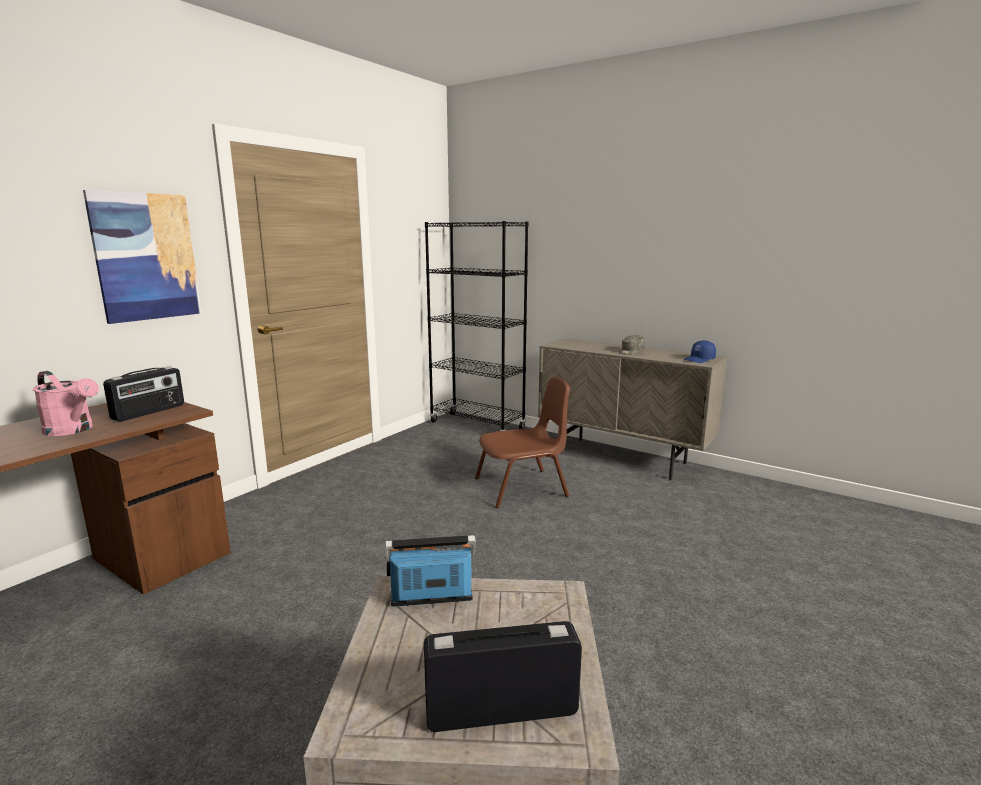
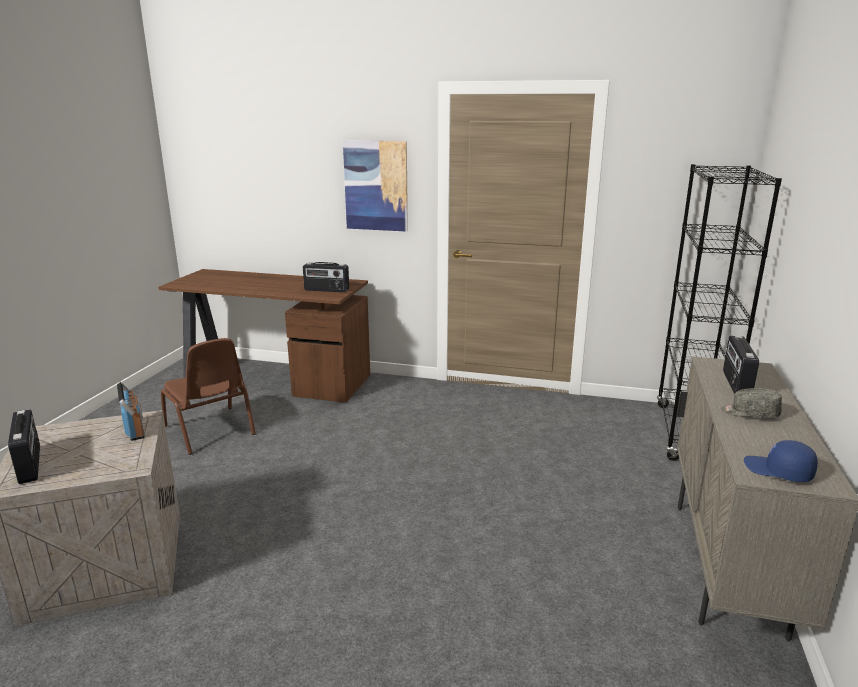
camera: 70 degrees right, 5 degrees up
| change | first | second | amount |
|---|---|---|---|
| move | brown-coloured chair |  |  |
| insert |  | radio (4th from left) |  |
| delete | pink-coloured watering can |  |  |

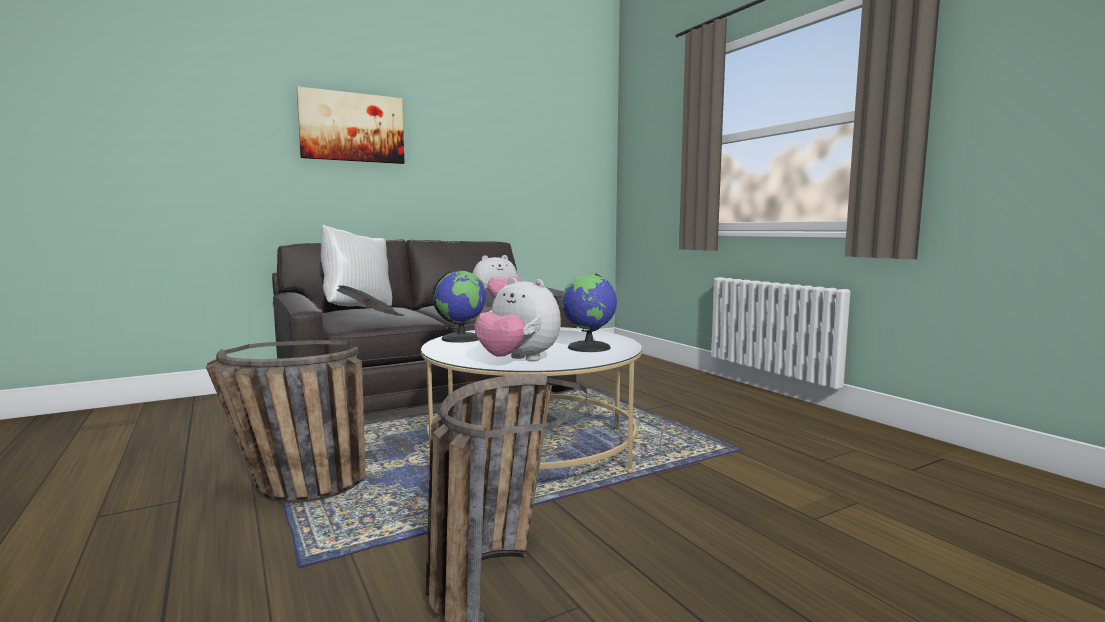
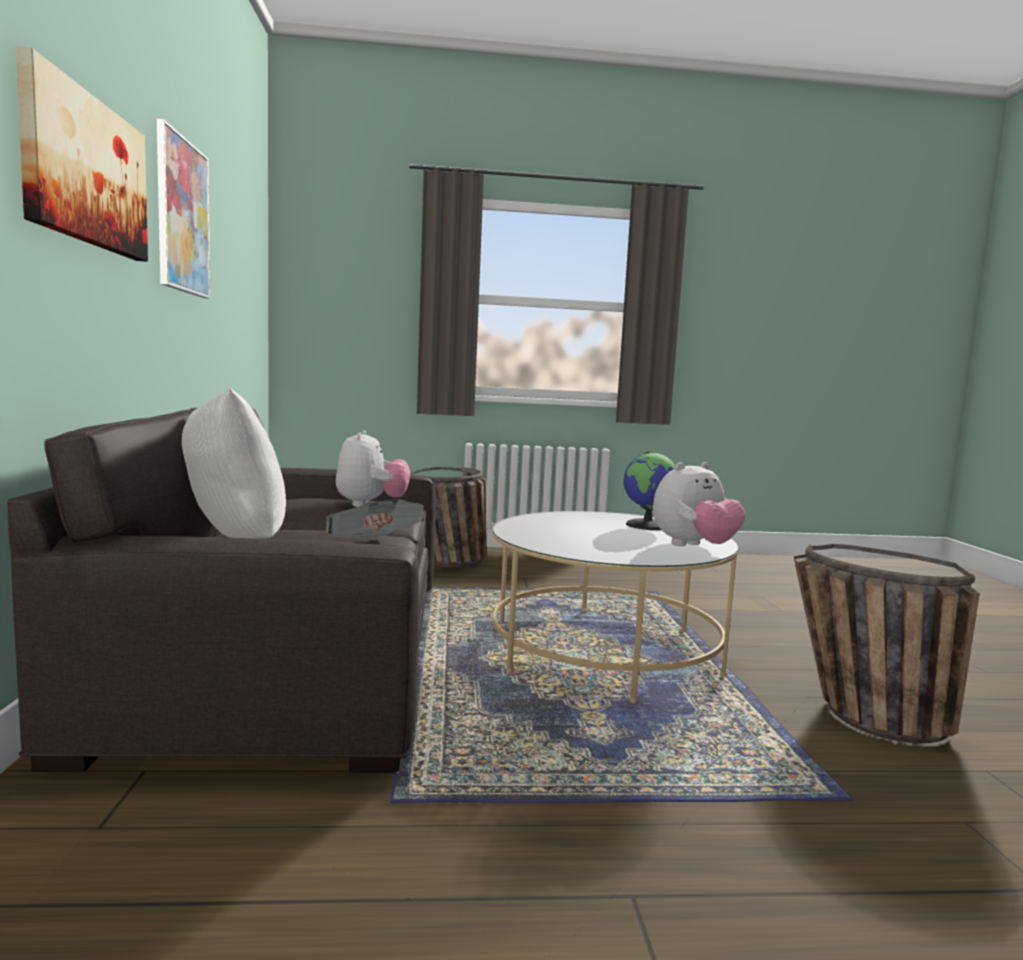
camera: 65 degrees left, 0 degrees up
| change | first | second | amount |
|---|---|---|---|
| insert |  | wall picture (2nd from left) |  |
| move | household basket (1st from left) |  |  |
| delete | globe (1st from left) |  |  |

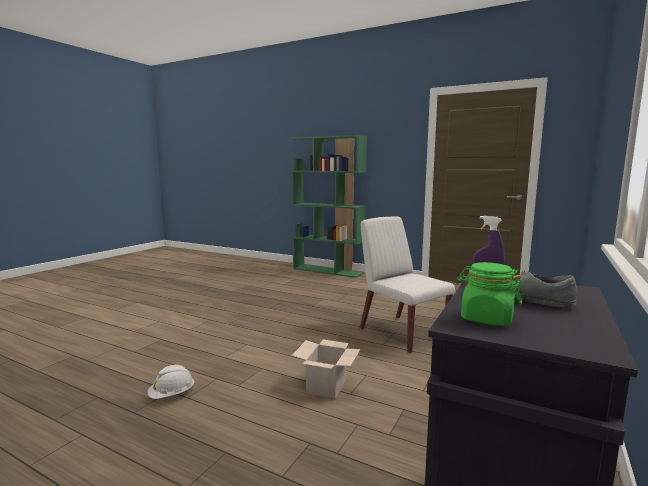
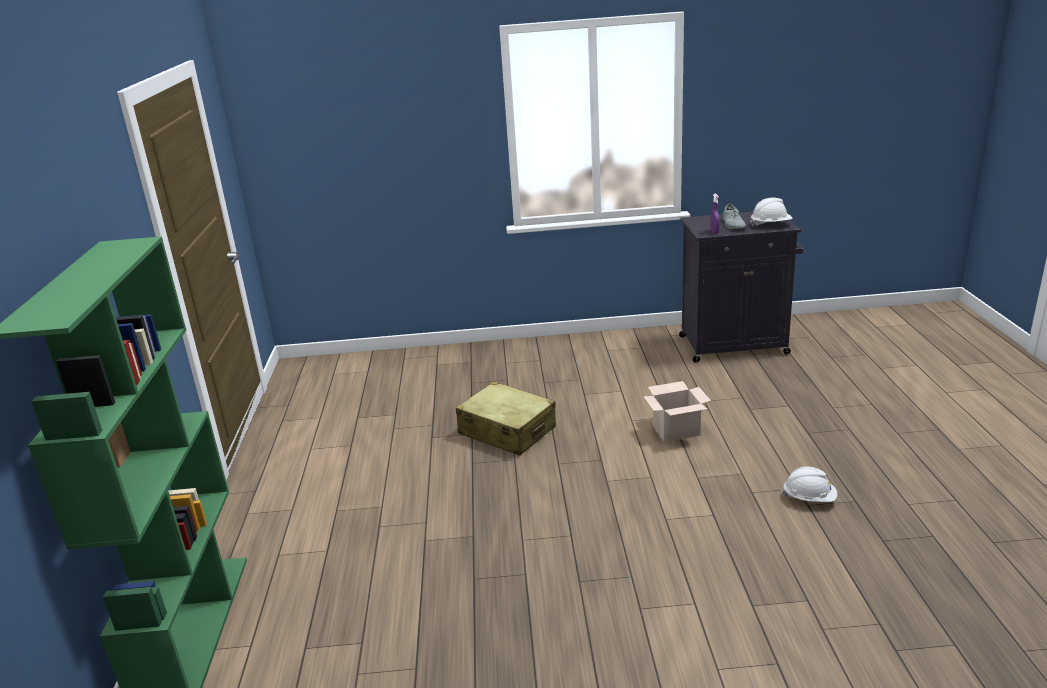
camera: 120 degrees left, 15 degrees up
| change | first | second | amount |
|---|---|---|---|
| replace | whitish chair | sand-coloured travel case |  |
| replace | green storage jar | whitish hard hat (1st from left) |  |

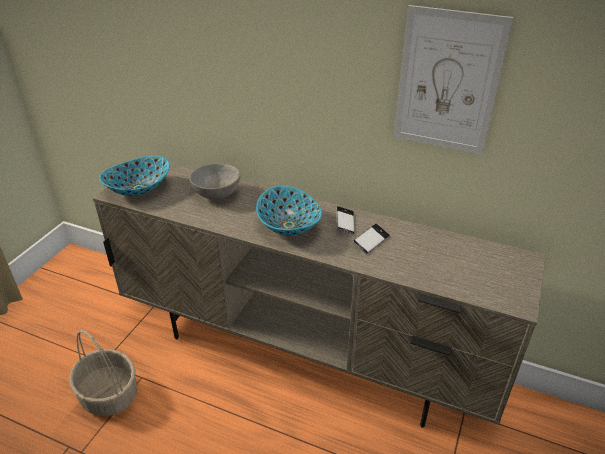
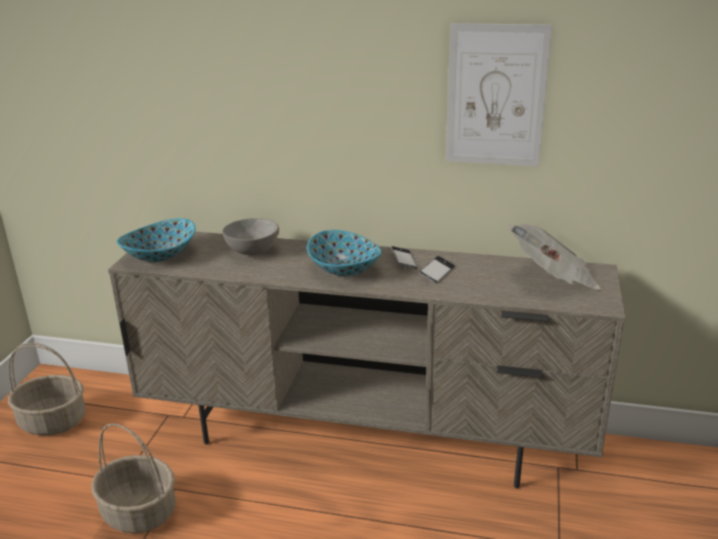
camera: 10 degrees left, 10 degrees down
| change | first | second | amount |
|---|---|---|---|
| insert |  | household basket (1st from left) |  |
| insert |  | daily paper |  |

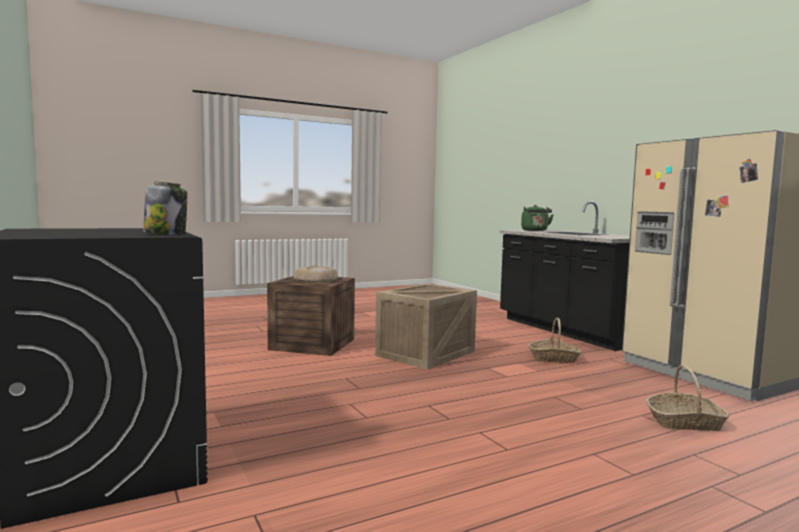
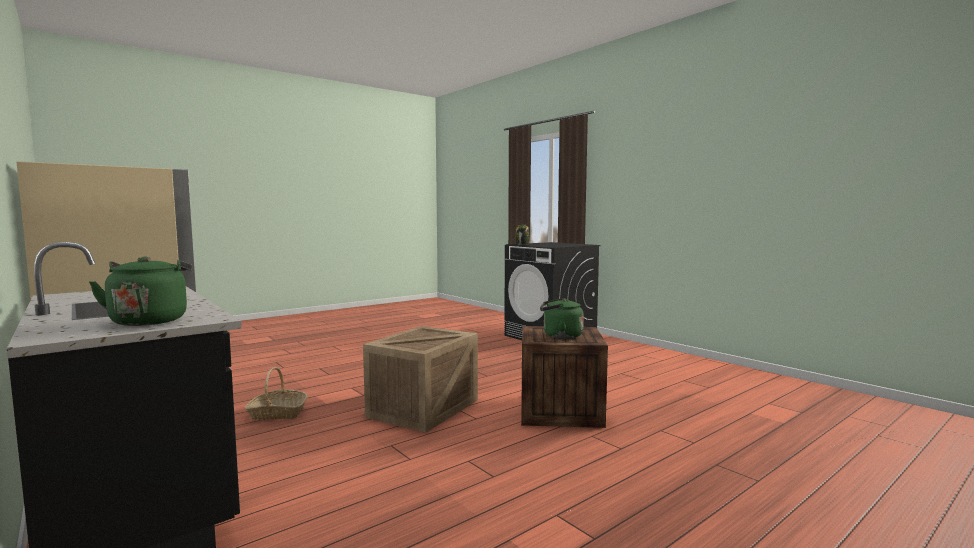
camera: 170 degrees right, 0 degrees up
| change | first | second | amount |
|---|---|---|---|
| replace | bread | green kettle (2nd from left) |  |
| delete | household basket (2nd from left) |  |  |

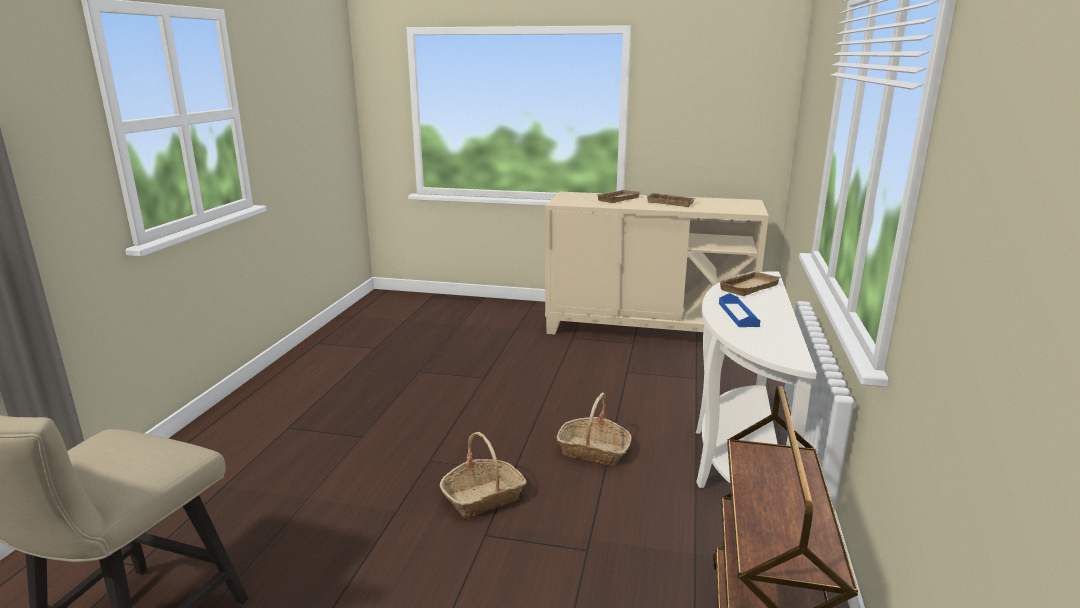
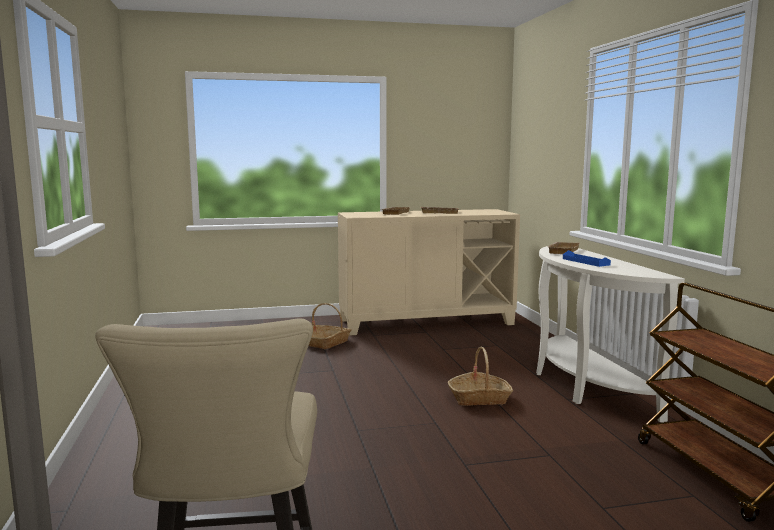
camera: 25 degrees left, 10 degrees down
| change | first | second | amount |
|---|---|---|---|
| move | household basket (1st from left) |  |  |

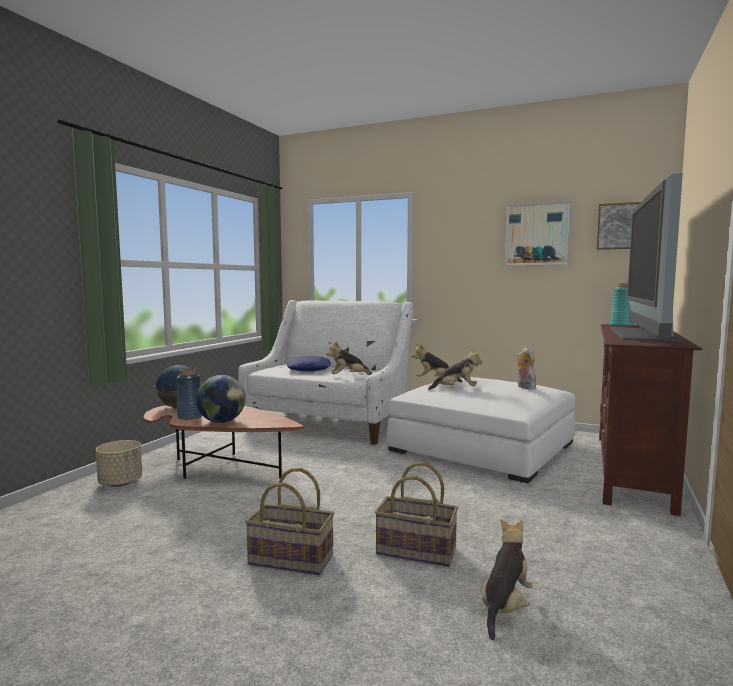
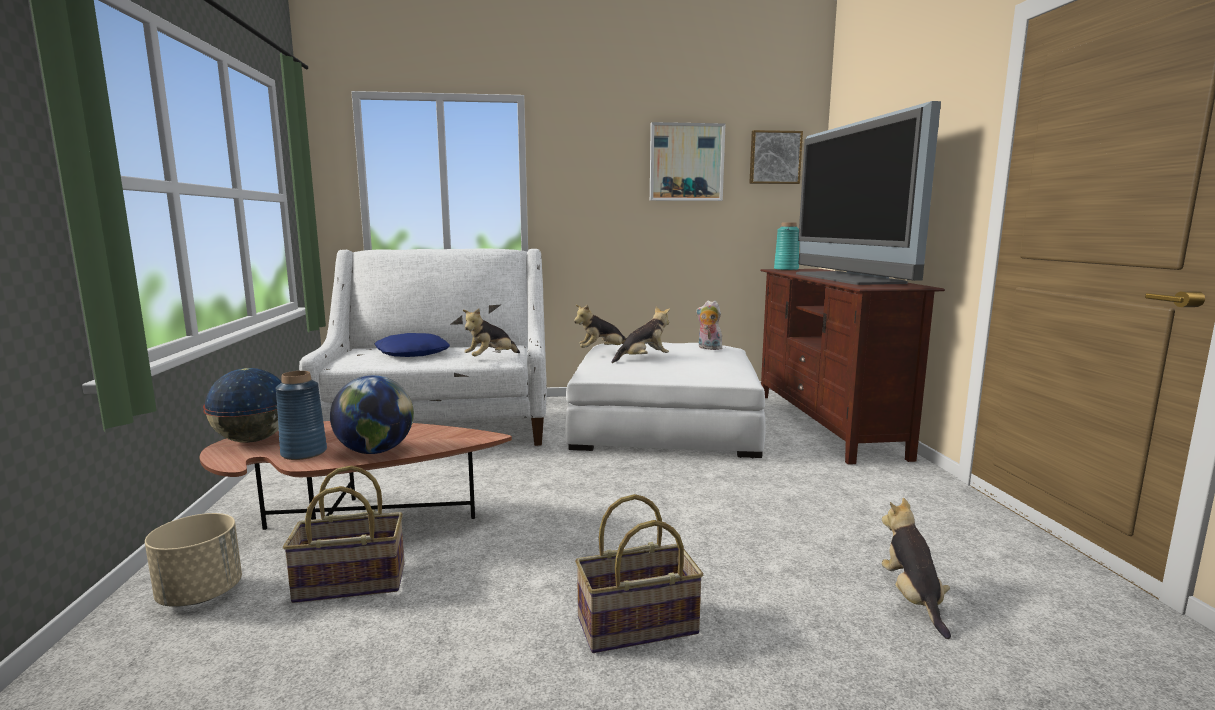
camera: 30 degrees left, 5 degrees up
| change | first | second | amount |
|---|---|---|---|
| move | household basket (2nd from left in the first image) | household basket (1st from left) |  |

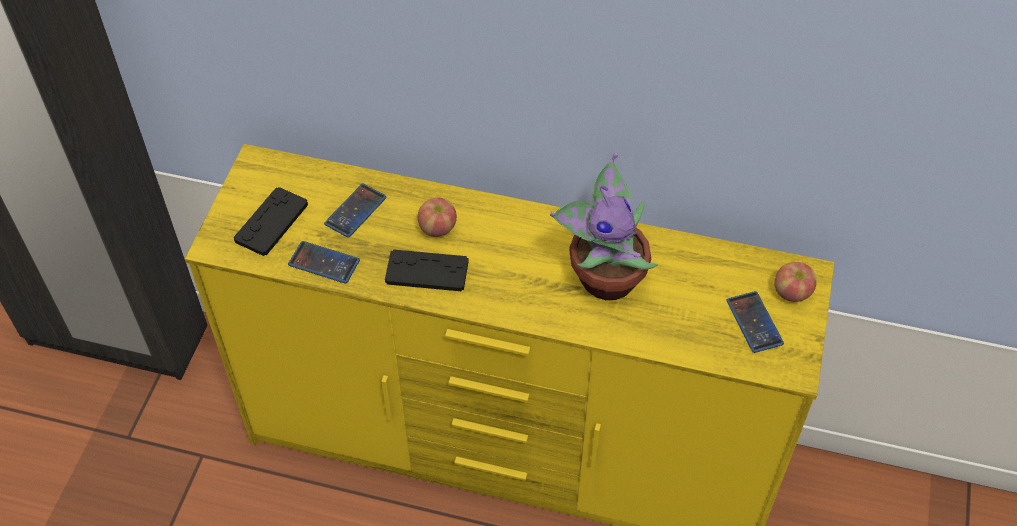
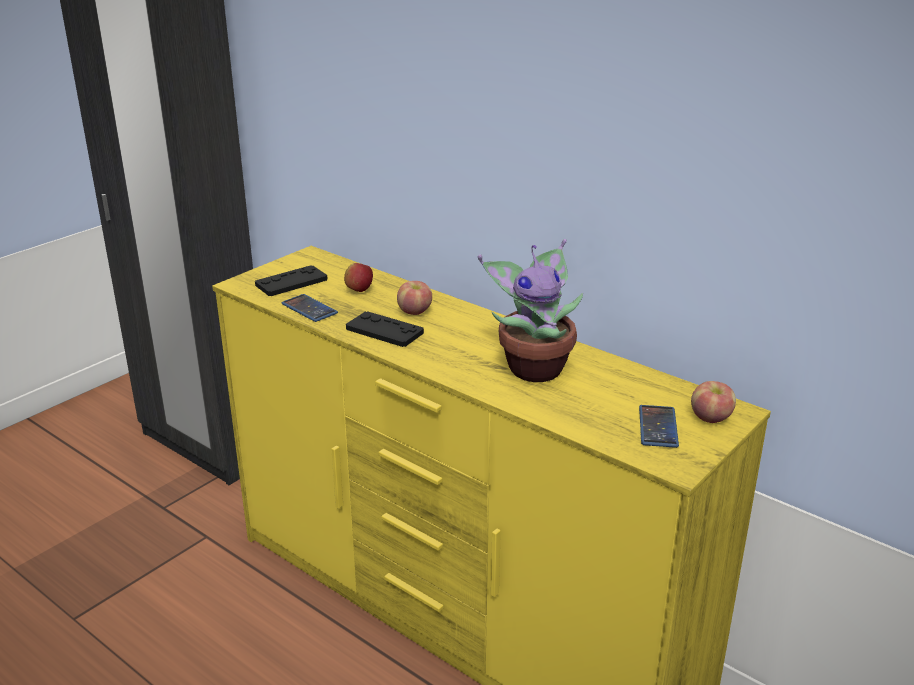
camera: 25 degrees right, 25 degrees down
| change | first | second | amount |
|---|---|---|---|
| replace | telephone (2nd from left) | apple (1st from left) |  |

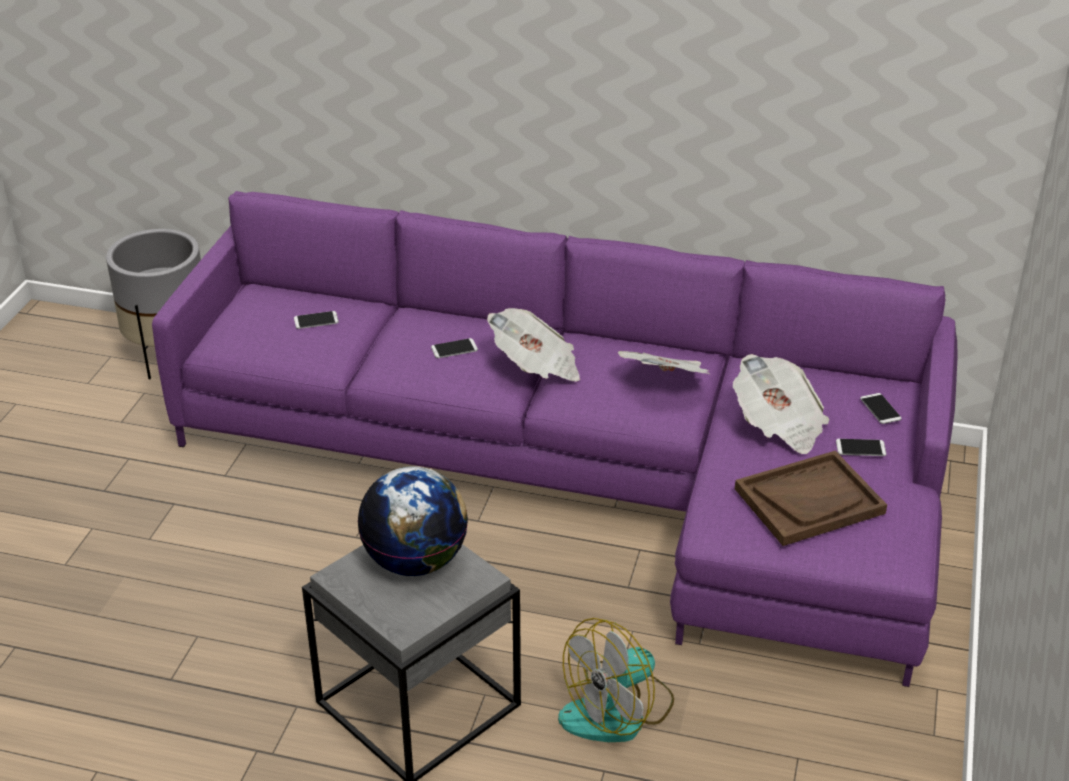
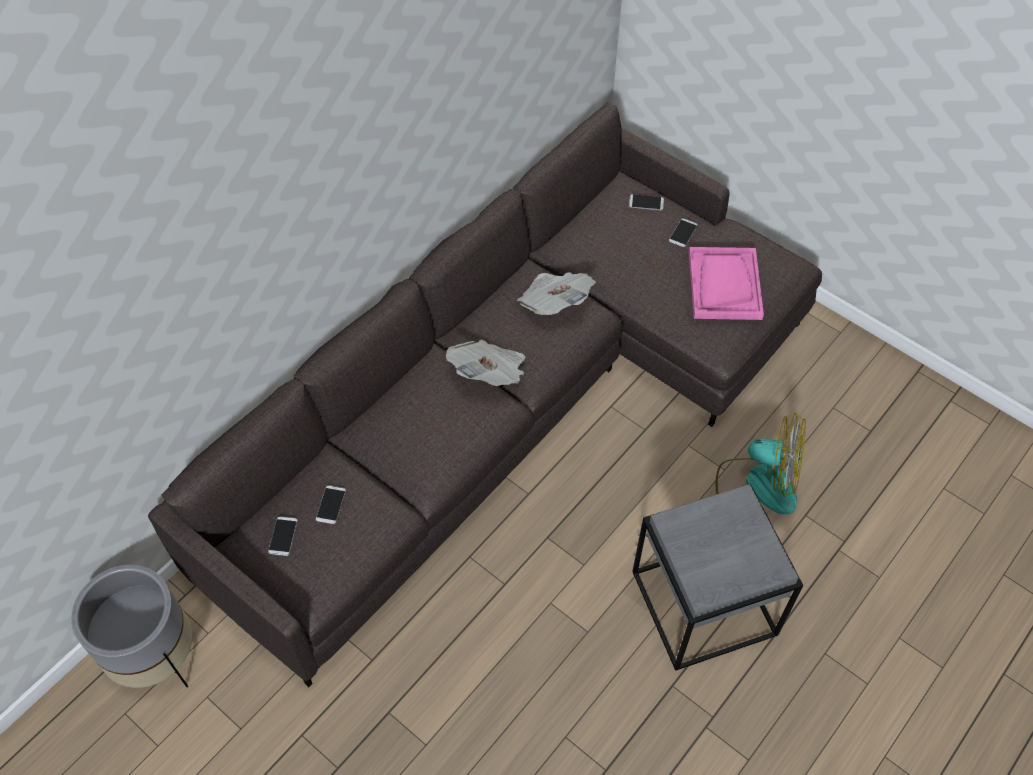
camera: 65 degrees left, 20 degrees up
| change | first | second | amount |
|---|---|---|---|
| recolor | purplish couch | grey couch |  |
| move | telephone (2nd from left in the first image) | telephone (1st from left) |  |
| recolor | brown-coloured carrying tray | pink-coloured carrying tray |  |
| rotate | fan |  | 60 degrees counterclockwise |
| delete | globe |  |  |
| delete | daily paper (3rd from left) |  |  |

